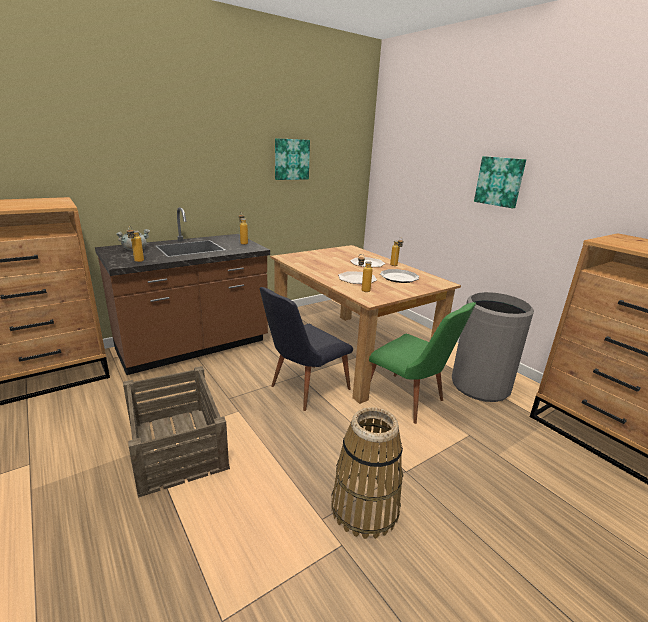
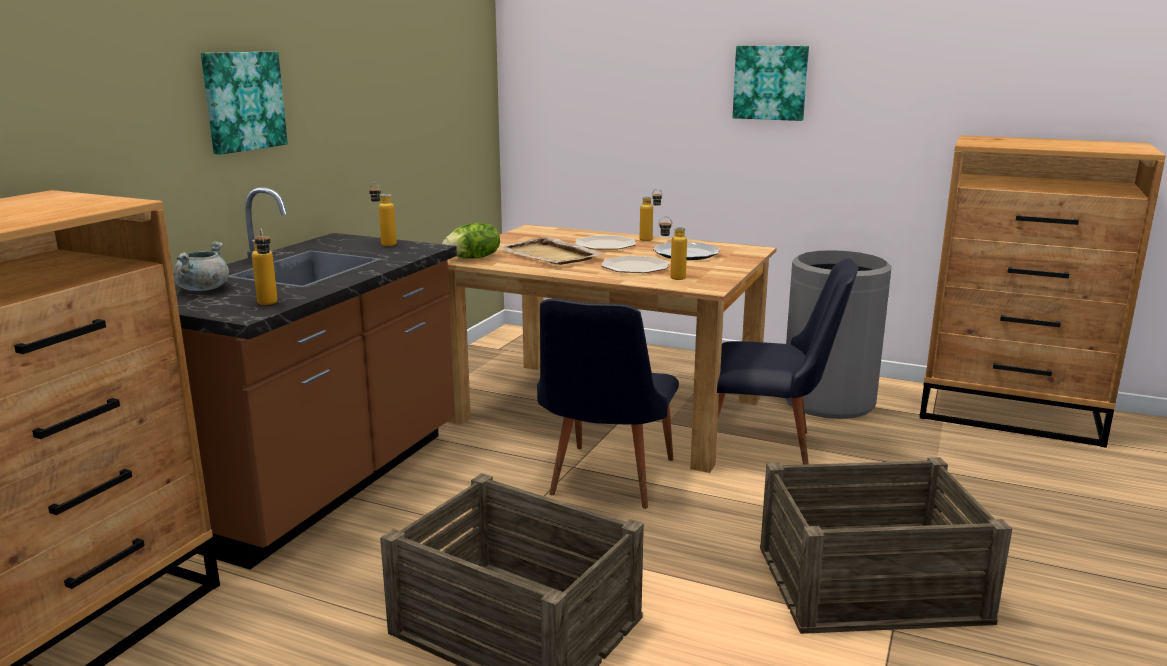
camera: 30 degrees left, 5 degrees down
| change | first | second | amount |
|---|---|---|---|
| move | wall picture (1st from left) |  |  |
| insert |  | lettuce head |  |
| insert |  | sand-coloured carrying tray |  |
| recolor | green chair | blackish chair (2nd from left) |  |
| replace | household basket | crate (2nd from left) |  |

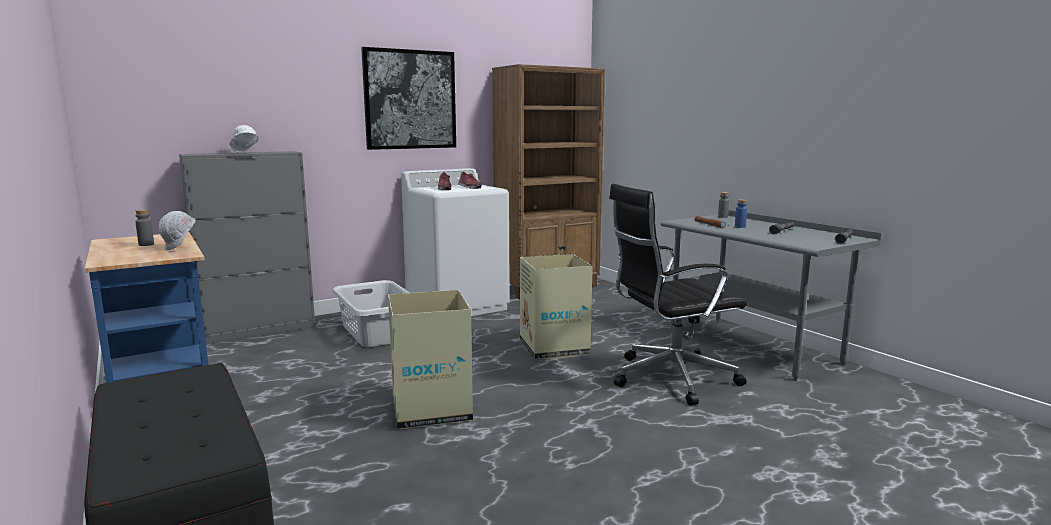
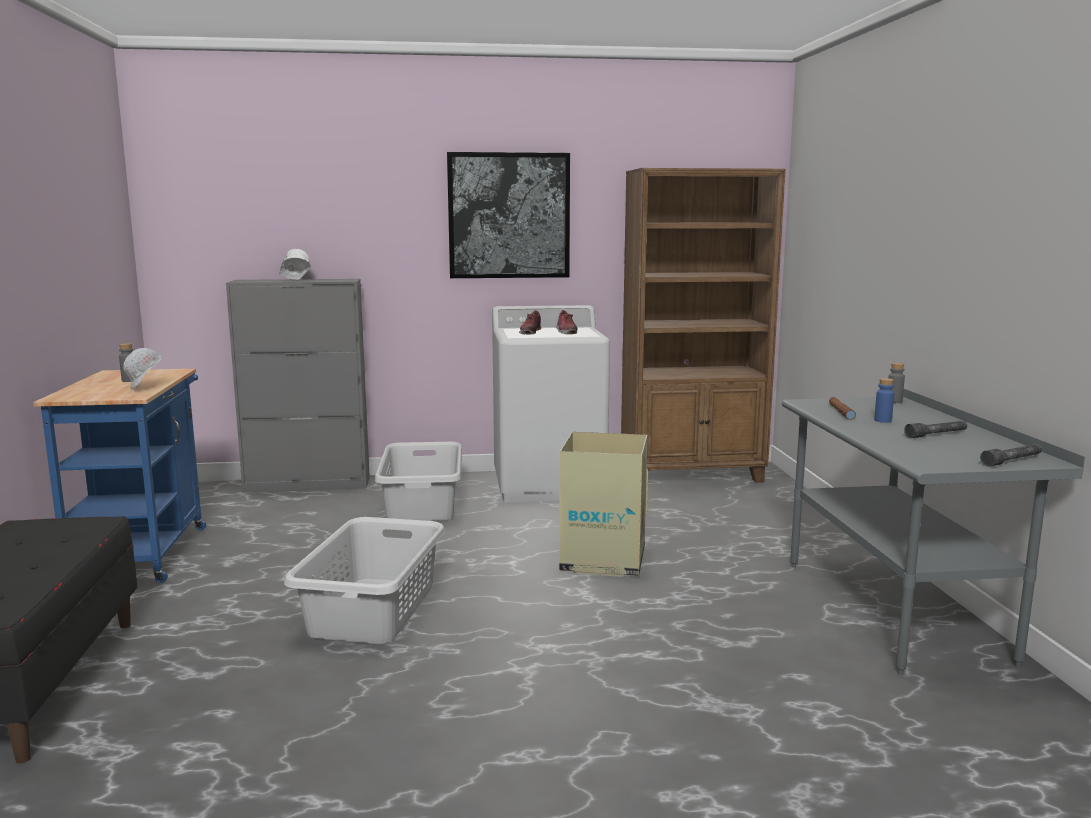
camera: 25 degrees right, 0 degrees up
| change | first | second | amount |
|---|---|---|---|
| replace | carton (1st from left) | grey washing basket (1st from left) |  |
| delete | blackish computer chair |  |  |

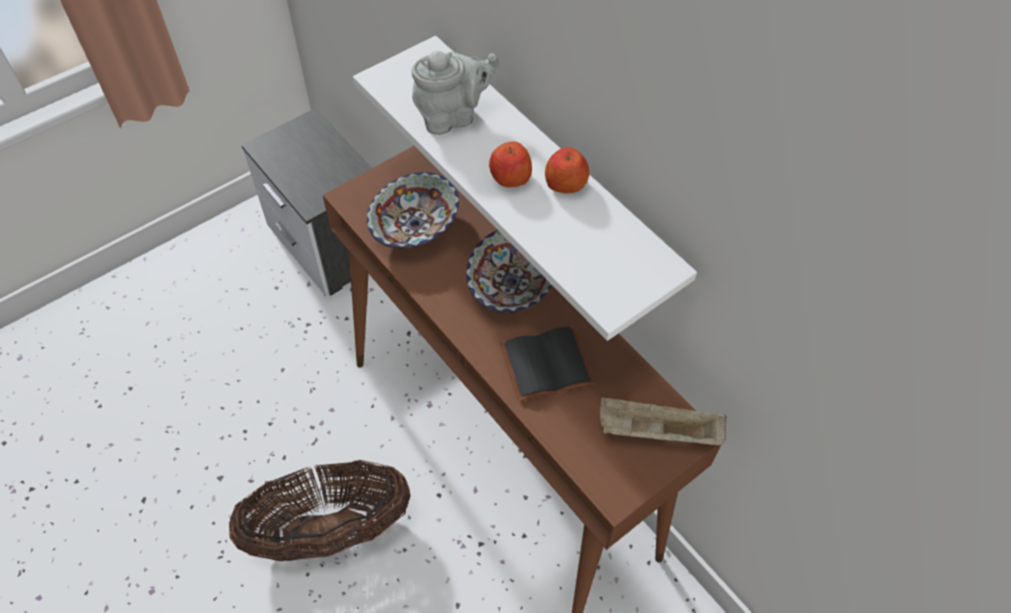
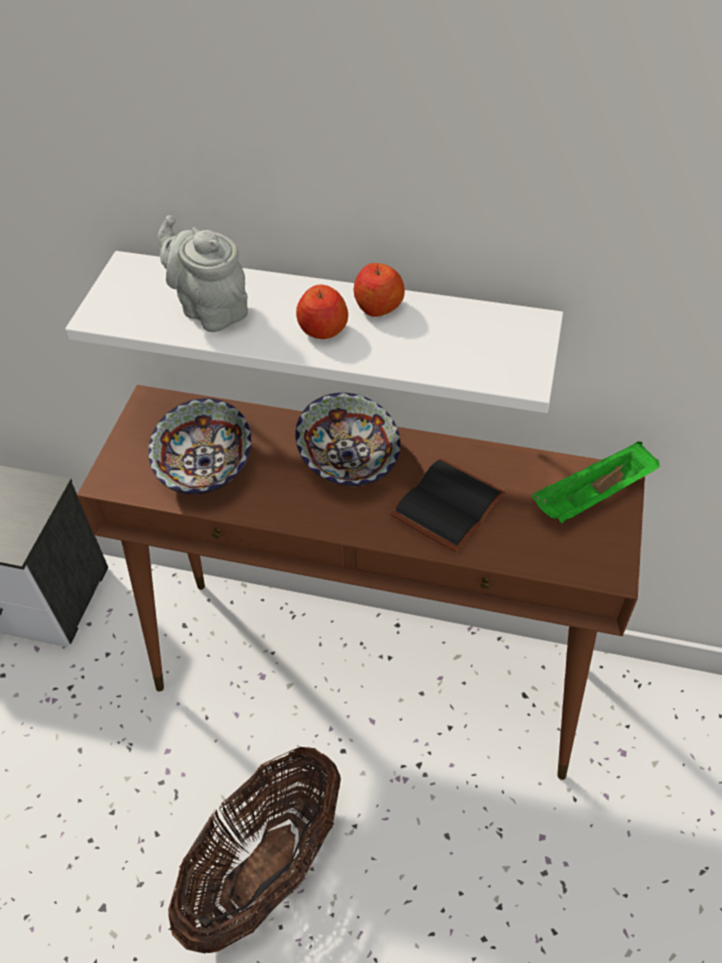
camera: 35 degrees left, 5 degrees down
| change | first | second | amount |
|---|---|---|---|
| rotate | grey teapot |  | 75 degrees counterclockwise |
| recolor | sand-coloured carrying tray | green carrying tray |  |

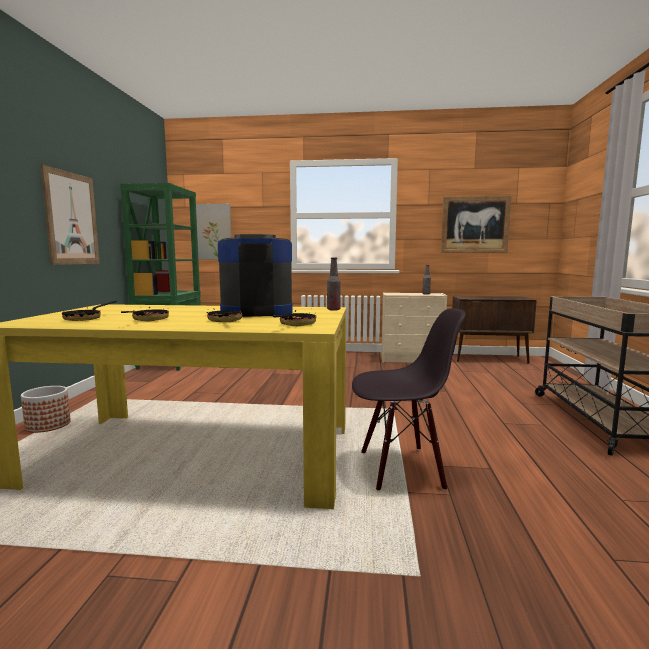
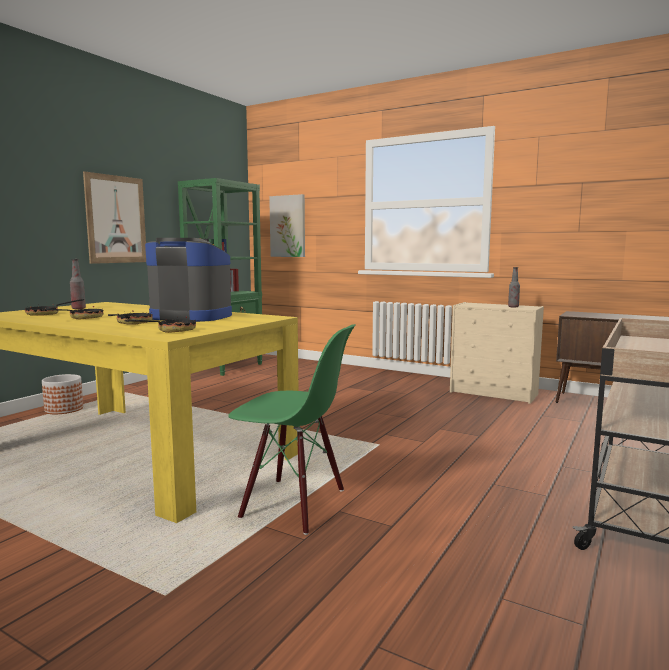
camera: 25 degrees right, 0 degrees up
| change | first | second | amount |
|---|---|---|---|
| move | bottle (1st from left) |  |  |
| recolor | blackish chair | green chair |  |
| delete | wall picture (3rd from left) |  |  |

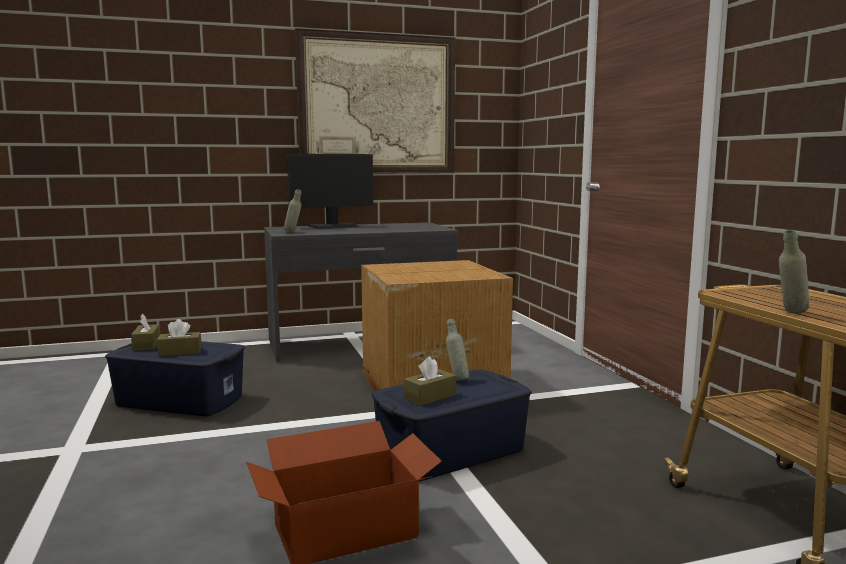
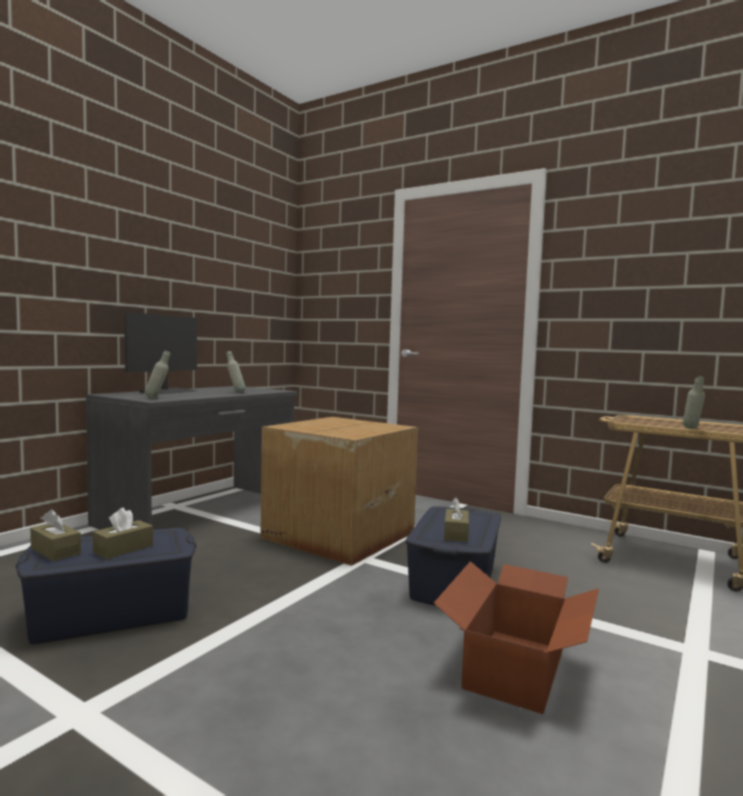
camera: 40 degrees left, 5 degrees down
| change | first | second | amount |
|---|---|---|---|
| move | grey bottle (2nd from left) |  |  |
| delete | wall picture |  |  |

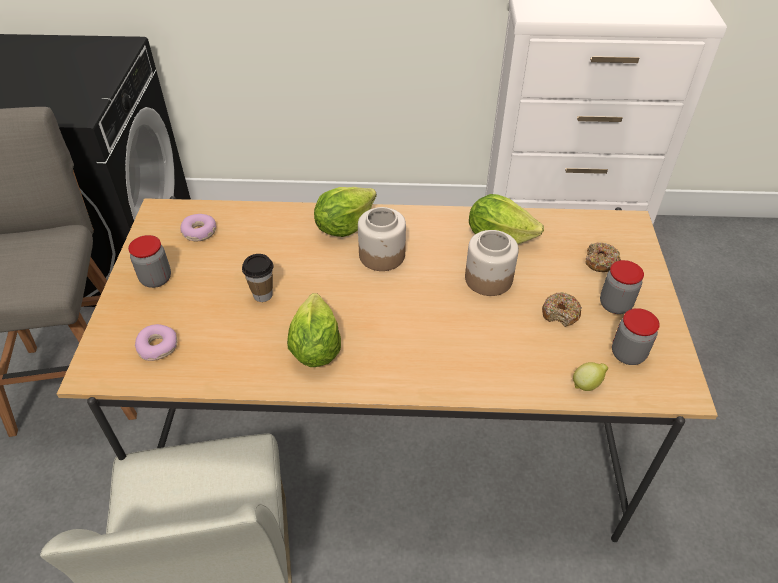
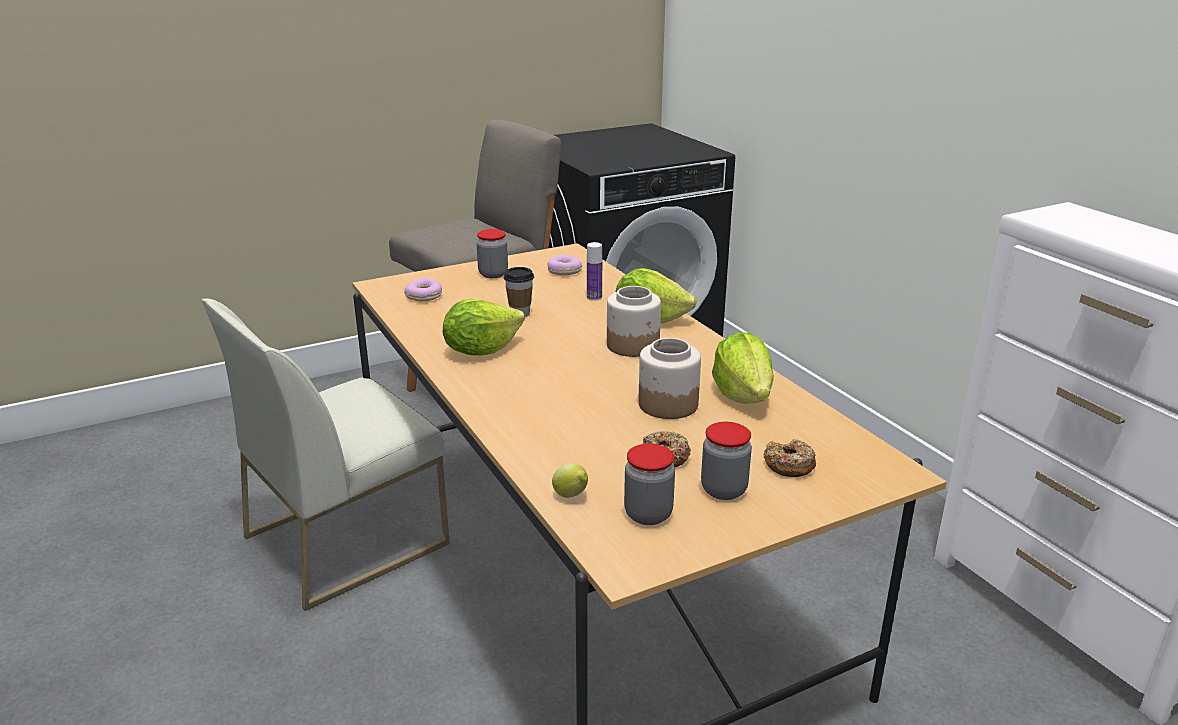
camera: 60 degrees right, 20 degrees down
| change | first | second | amount |
|---|---|---|---|
| insert |  | bottle |  |

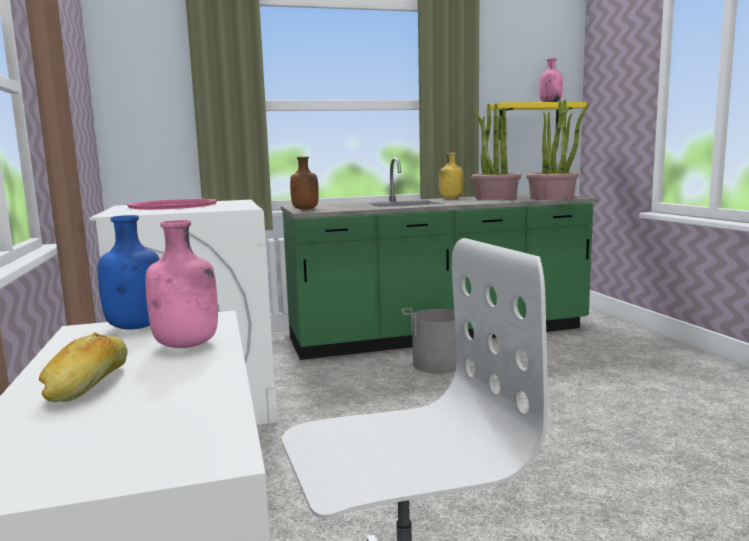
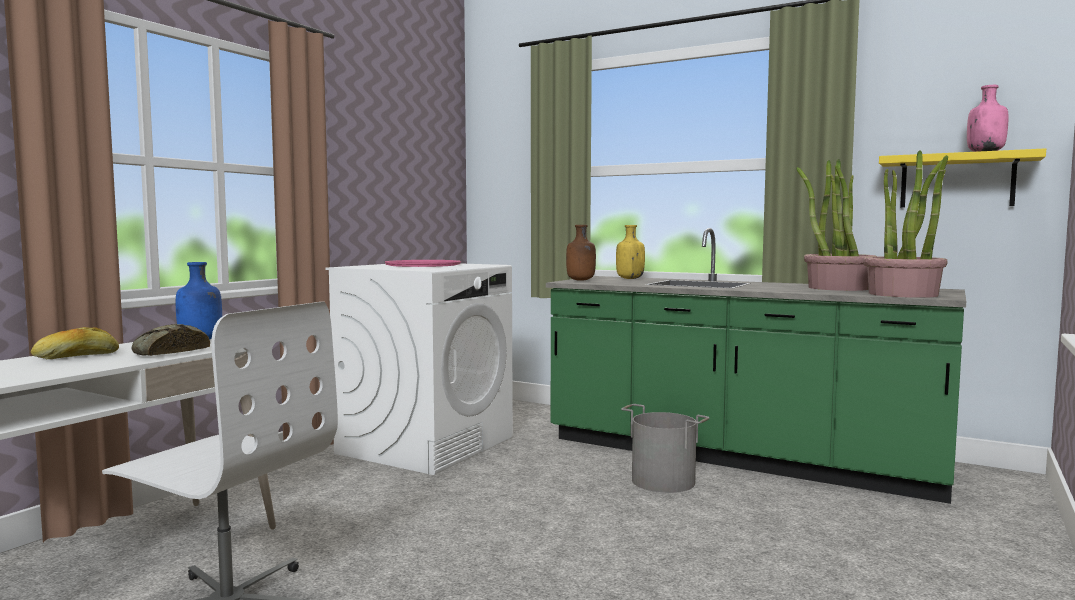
camera: 45 degrees right, 5 degrees down
| change | first | second | amount |
|---|---|---|---|
| replace | pink-coloured bottle (1st from left) | bread (2nd from left) |  |
| move | yellow bottle |  |  |

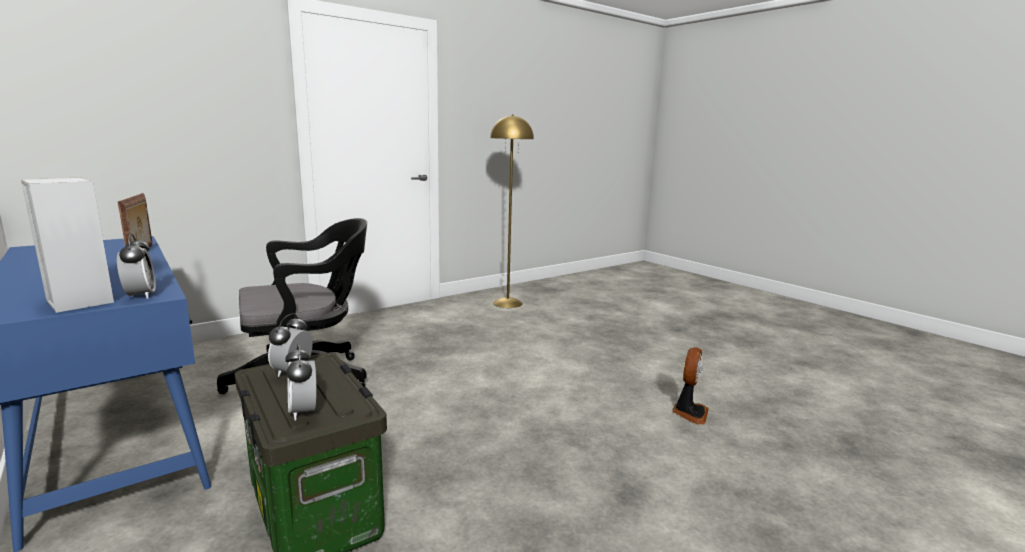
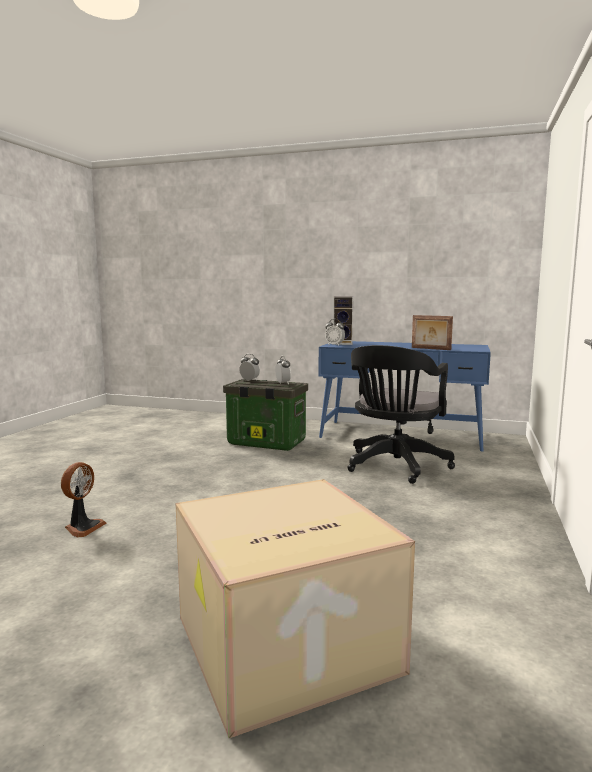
camera: 145 degrees right, 5 degrees down
| change | first | second | amount |
|---|---|---|---|
| rotate | fan |  | 150 degrees counterclockwise |
| insert |  | carton |  |
| delete | yellow floor lamp |  |  |

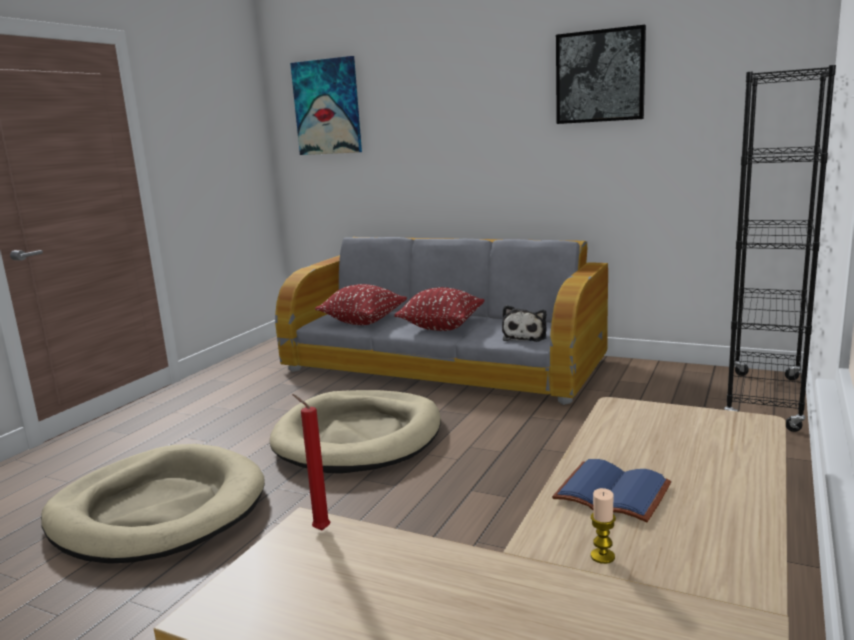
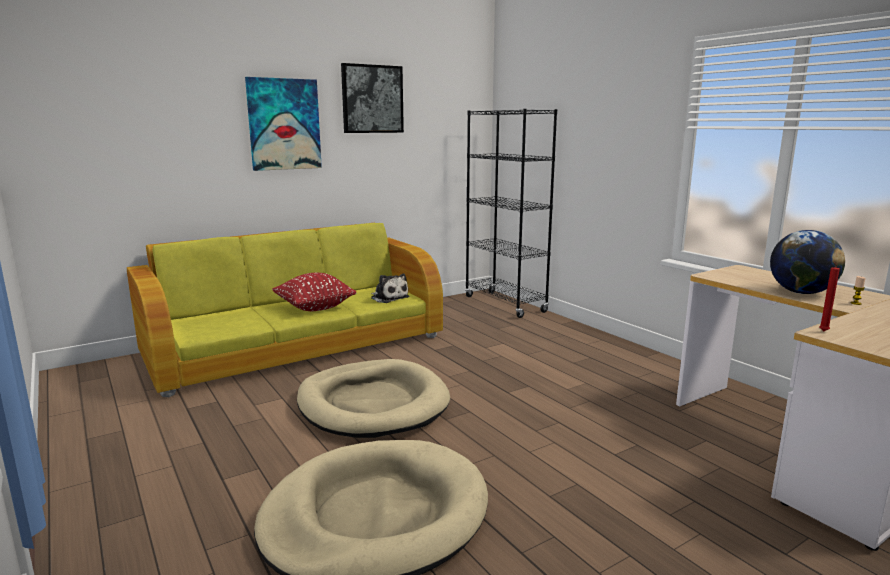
camera: 60 degrees left, 0 degrees up
| change | first | second | amount |
|---|---|---|---|
| recolor | grey couch | green couch |  |
| move | wall picture (1st from left) |  |  |
| replace | blue-coloured bound book | globe |  |
| delete | red-coloured pillow (1st from left) |  |  |

